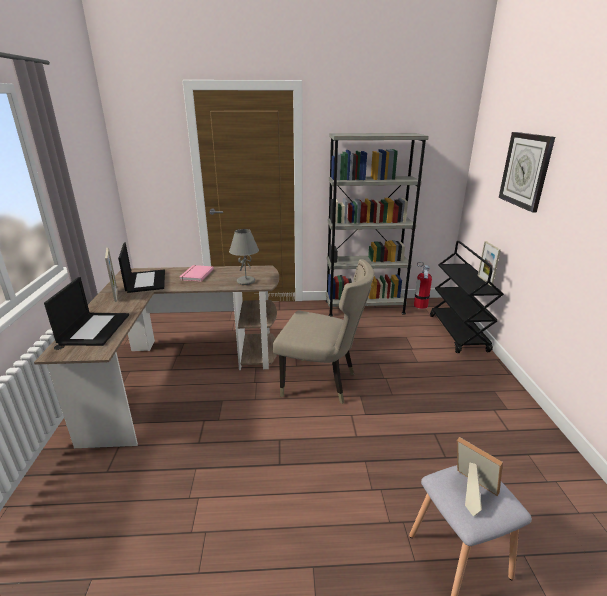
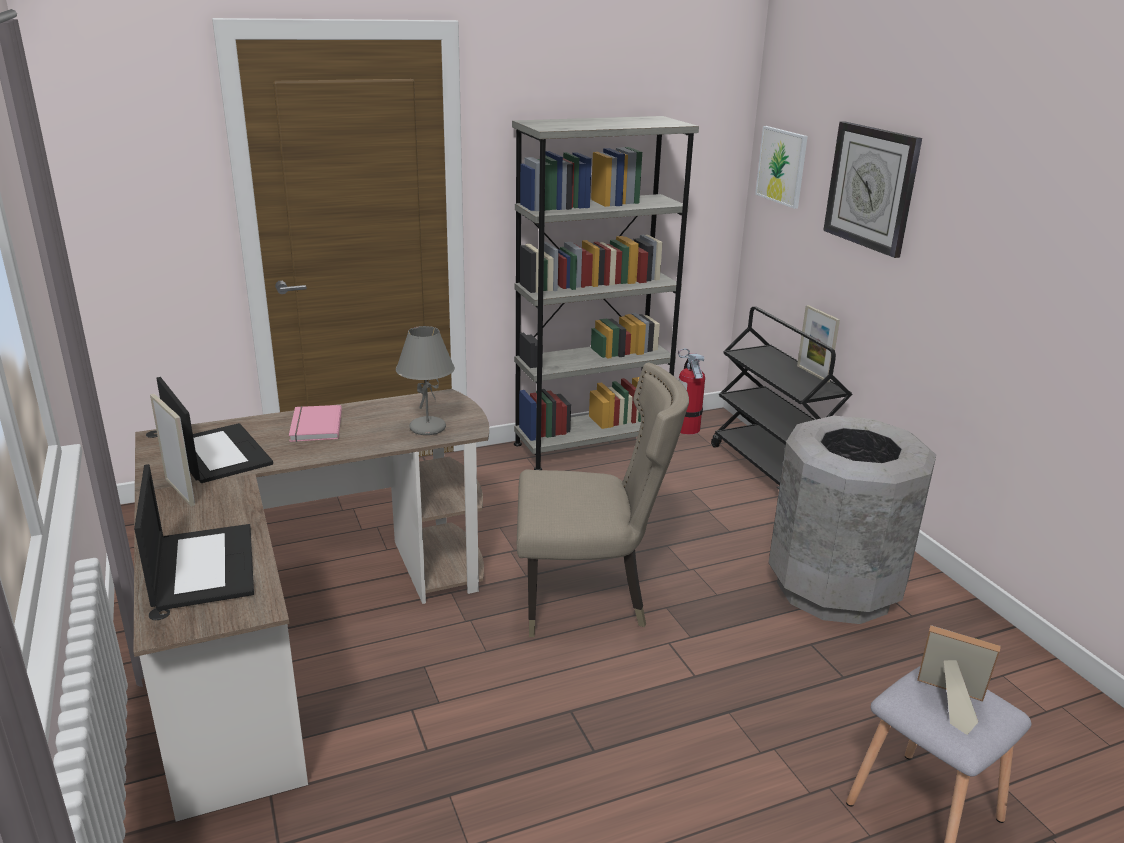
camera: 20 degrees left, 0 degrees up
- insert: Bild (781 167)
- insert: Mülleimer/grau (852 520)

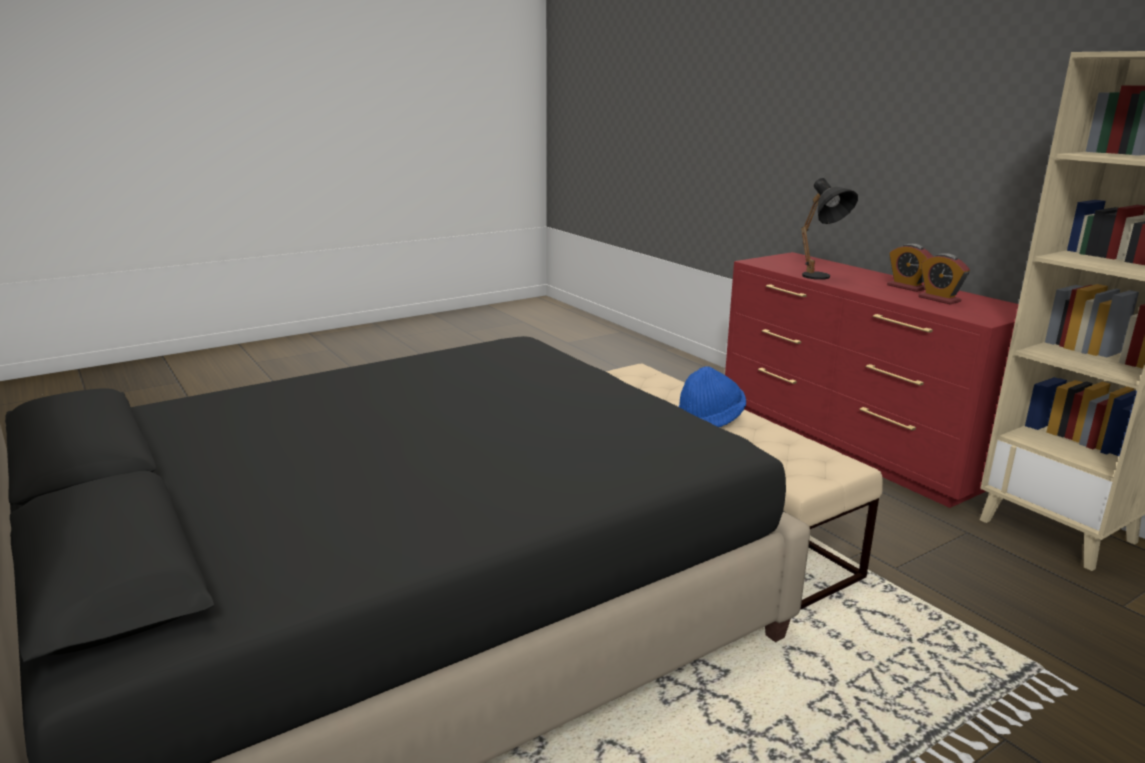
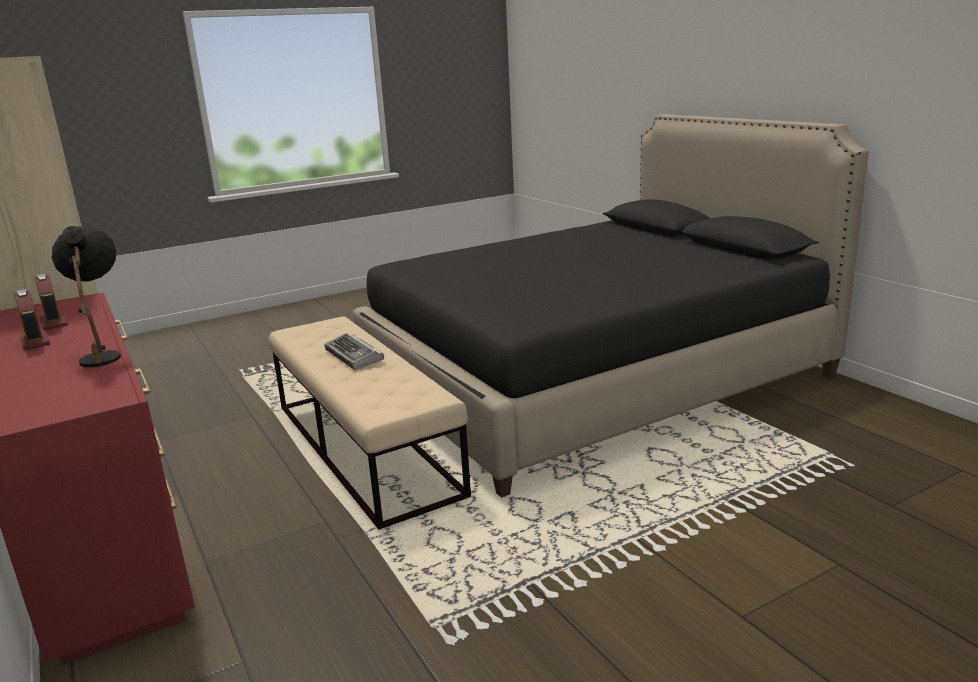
camera: 175 degrees left, 0 degrees up
- replace: Hut/blau (712 396) to Tastatur (354 351)

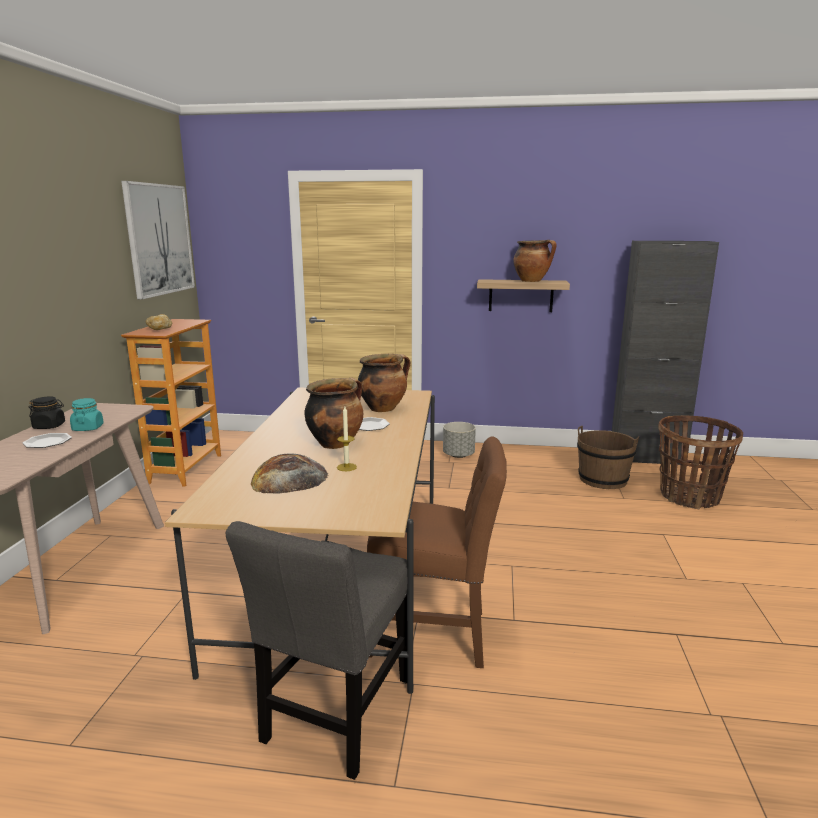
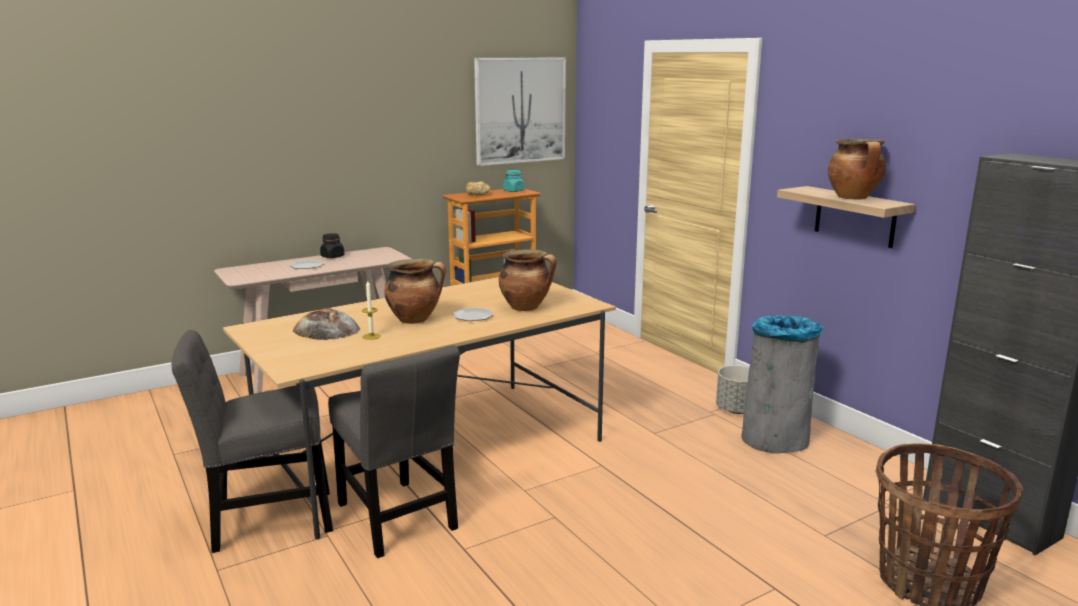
camera: 50 degrees right, 0 degrees up
- move: Vorratsglas/türkis (87 414) to (513 181)
- recolor: Stuhl/braun (437 552) to Stuhl/grau (394 451)
- delete: Eimer/braun (608 457)
- insert: Mülleimer/grau (782 384)

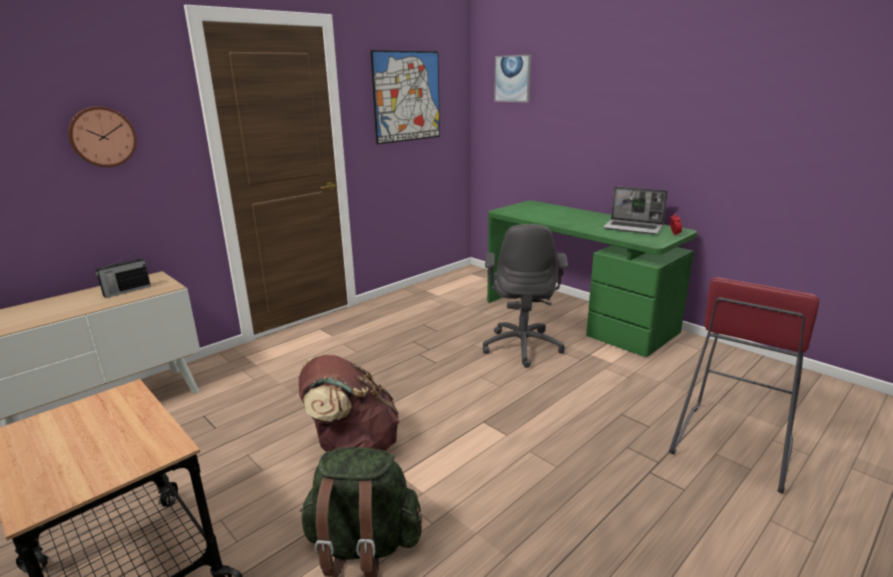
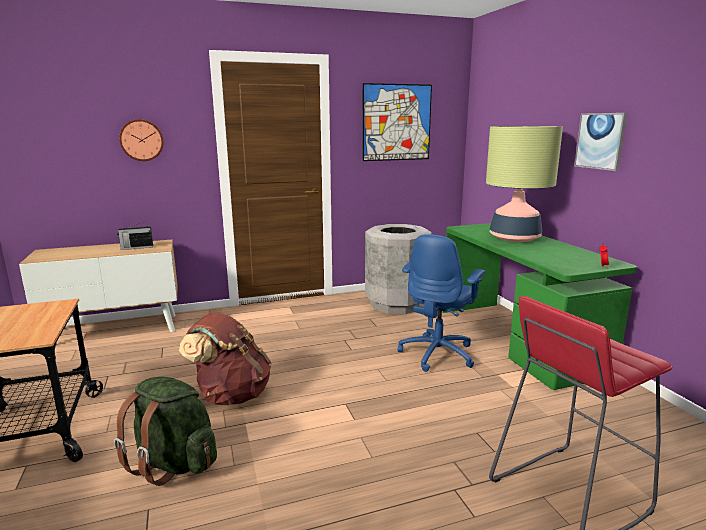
camera: 25 degrees right, 5 degrees down
- recolor: Bürostuhl/grau (525 296) to Bürostuhl/blau (441 303)
- move: Bild (512 79) to (600 142)
- delete: Laptop (635 210)
- insert: Mülleimer/grau (398 269)
- insert: Tischlampe (524 184)

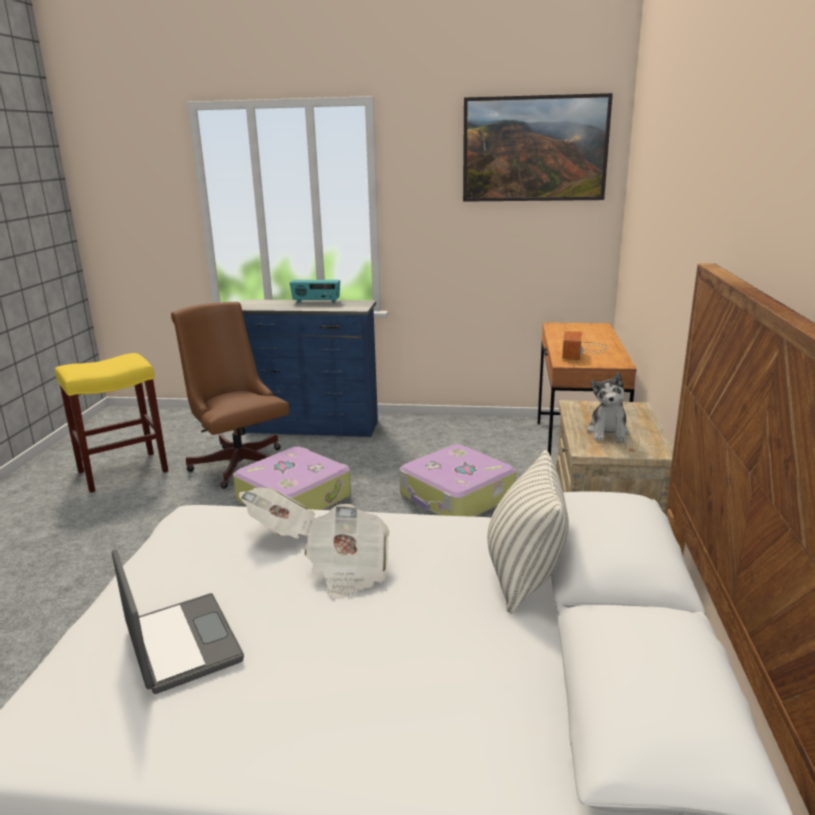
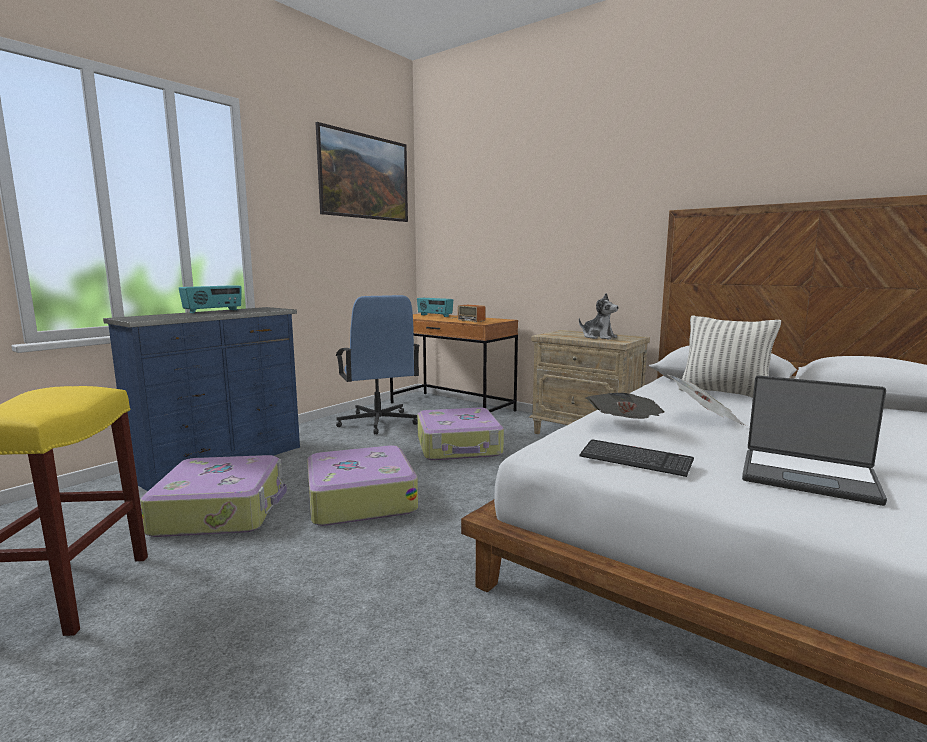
camera: 60 degrees left, 10 degrees down
- rotate: Laptop (178 622) = (814 440) 150 degrees counterclockwise
- replace: Bürostuhl/braun (230 395) to Koffer (213 496)
- insert: Bürostuhl/blau (378 364)
- insert: Radio (435 307)
- insert: Tastatur (636 458)

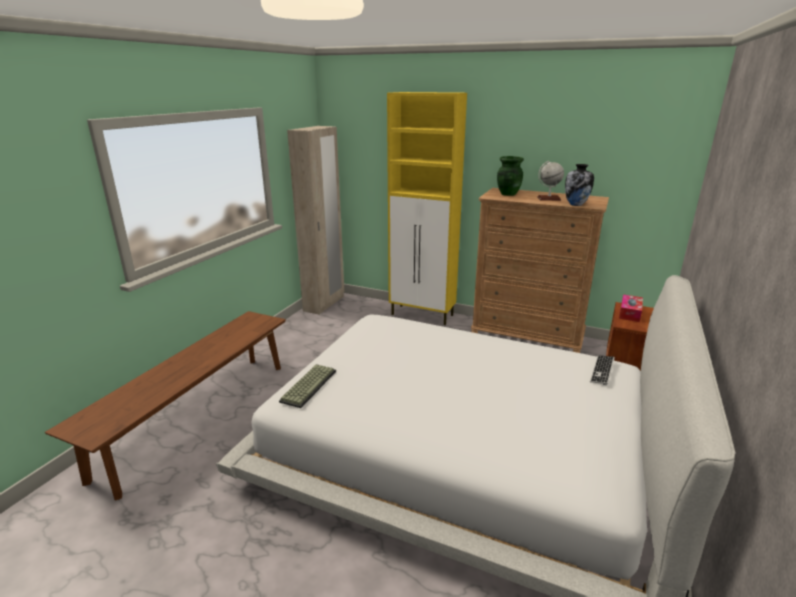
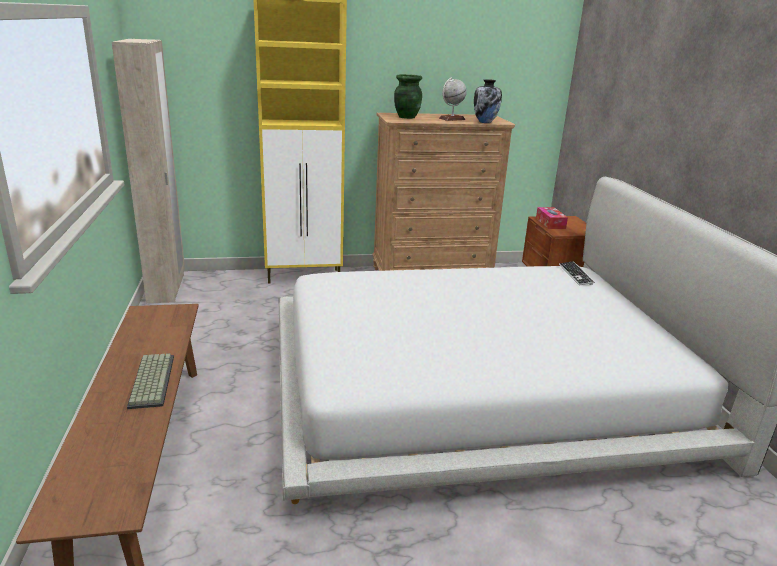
camera: 35 degrees left, 0 degrees up
- move: Tastatur (307 386) to (150 381)

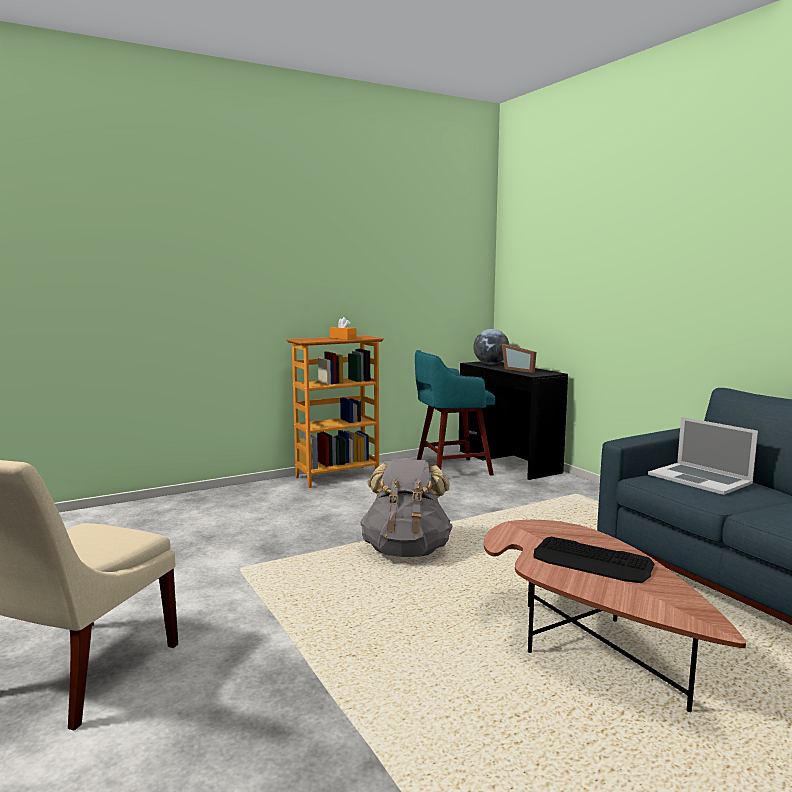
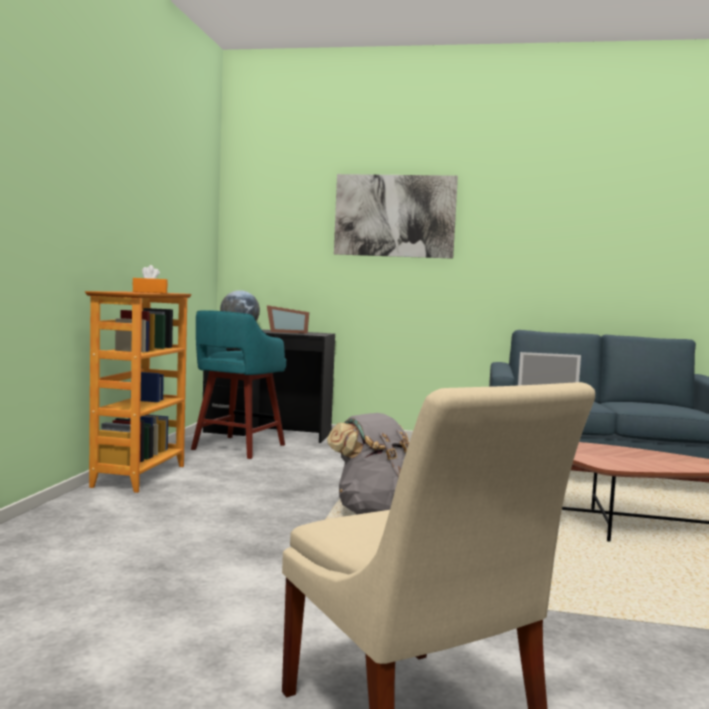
camera: 50 degrees left, 5 degrees down
- delete: Tastatur (594 560)
- insert: Bild (396 216)

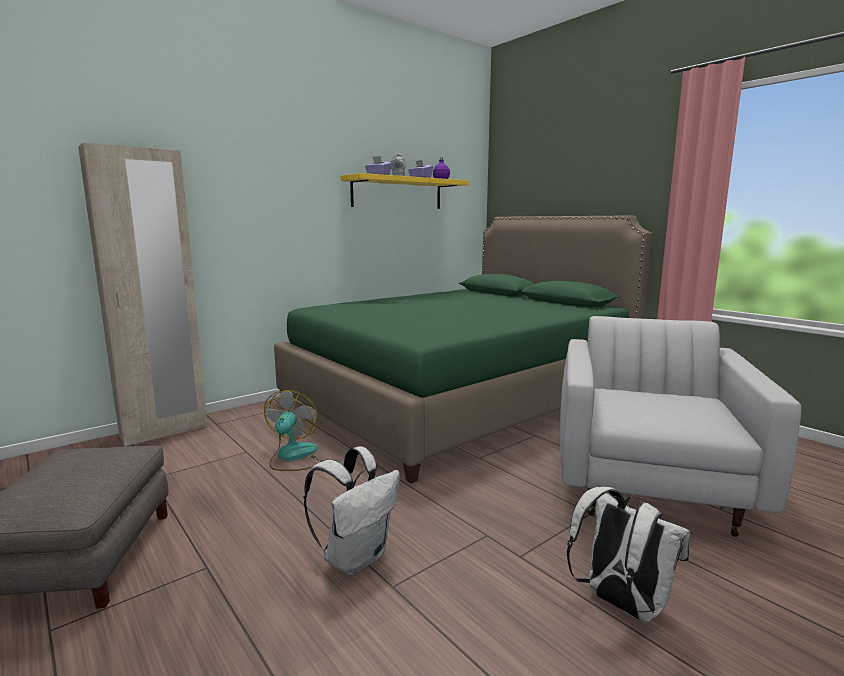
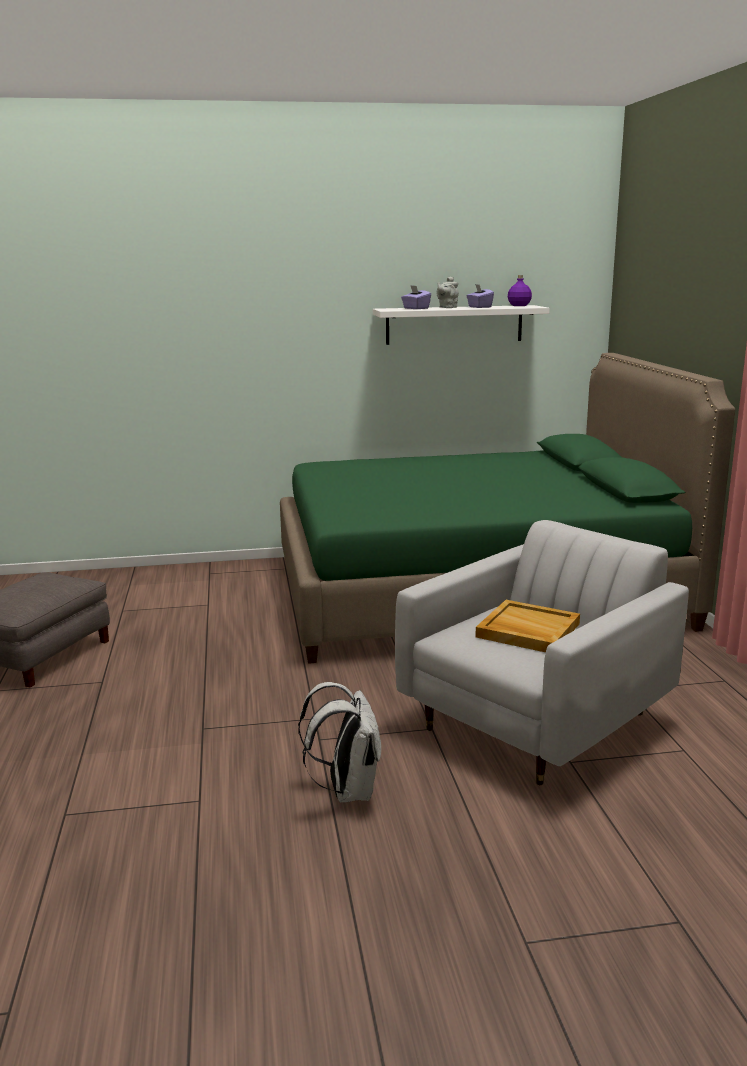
camera: 30 degrees right, 5 degrees up
- delete: Kleiderschrank/beige (143 294)
- delete: Ventilator (293 430)
- delete: Rucksack/weiß (352 510)
- recolor: Wandregal/gelb (405 191) to Wandregal/weiß (461 325)
- insert: Tablett/beige (527 626)

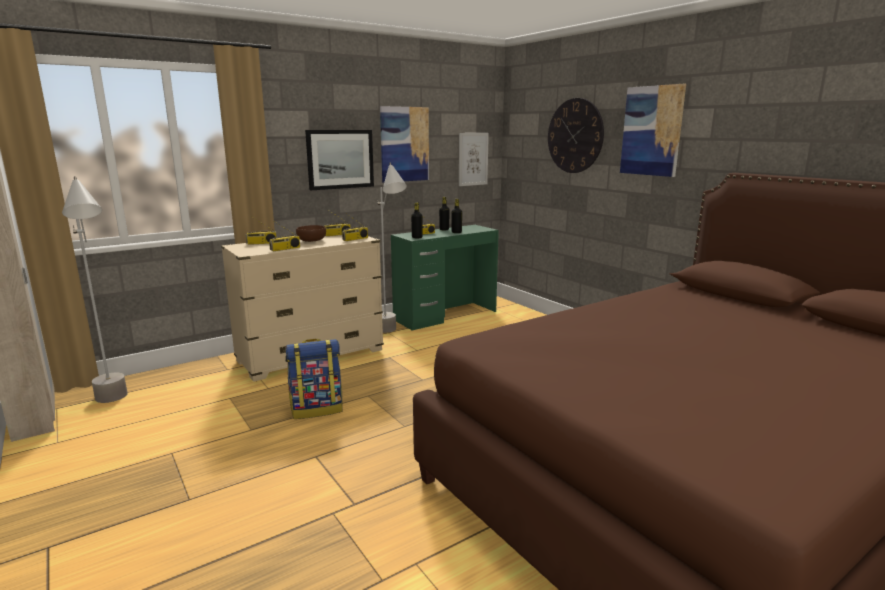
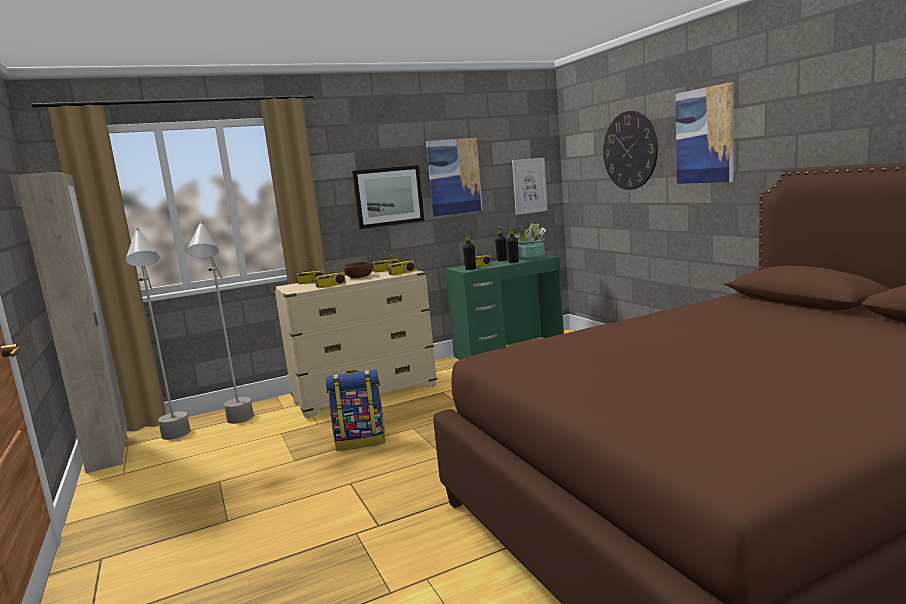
camera: 10 degrees right, 5 degrees down
- move: Stehlampe/grau (392 248) to (220 322)
- insert: Topfpflanze (527 241)

